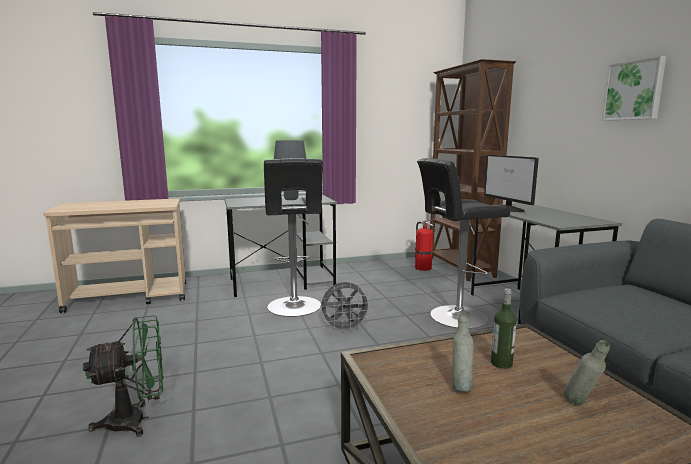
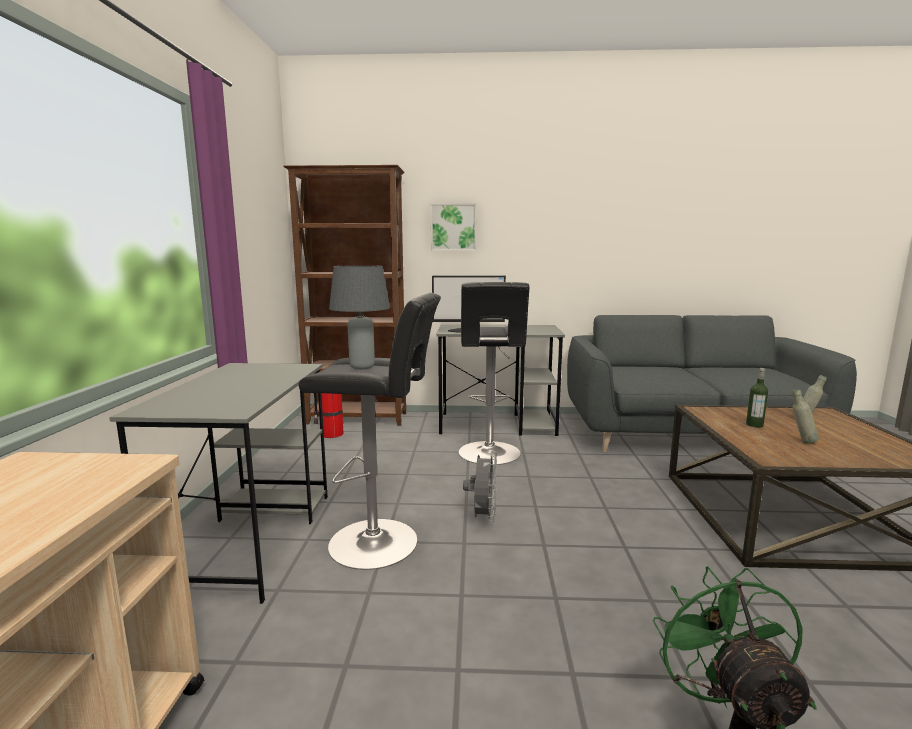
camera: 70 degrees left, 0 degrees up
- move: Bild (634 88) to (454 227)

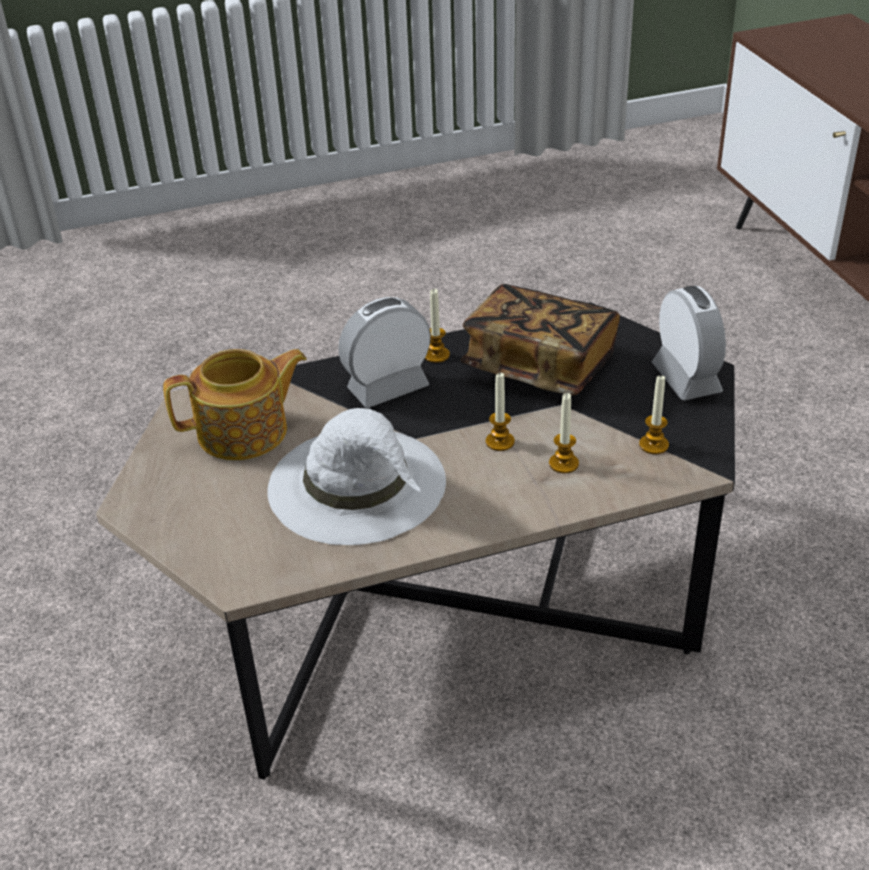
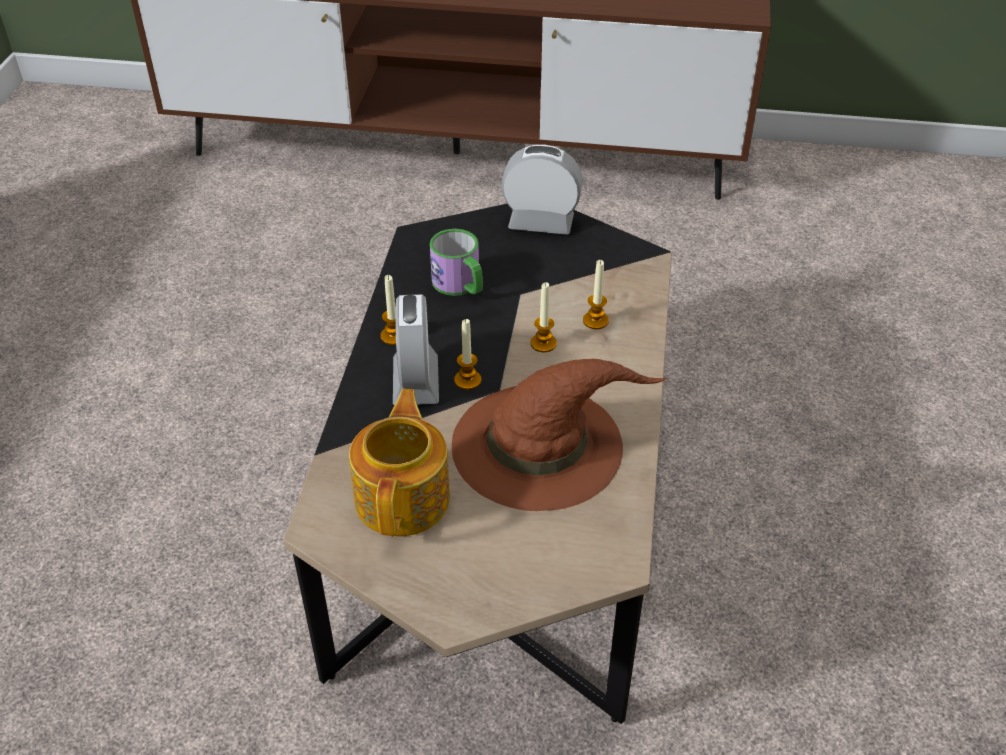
camera: 65 degrees left, 5 degrees up
- recolor: Hut/weiß (356 476) to Hut/braun (560 435)
- replace: Buch (540 339) to Henkelbecher (456 262)
- move: Kerze (654 415) to (467 354)

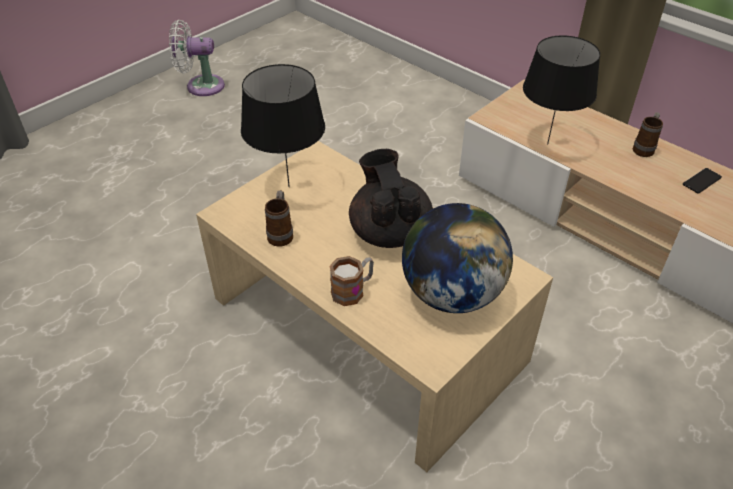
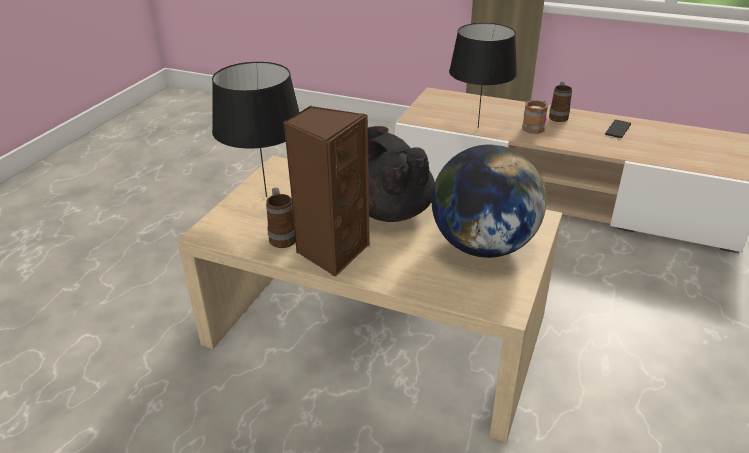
camera: 20 degrees left, 10 degrees down
- delete: Ventilator/weiß (197 58)
- move: Henkelbecher (351 281) to (535 117)
- insert: Lautsprecher/braun (326 191)

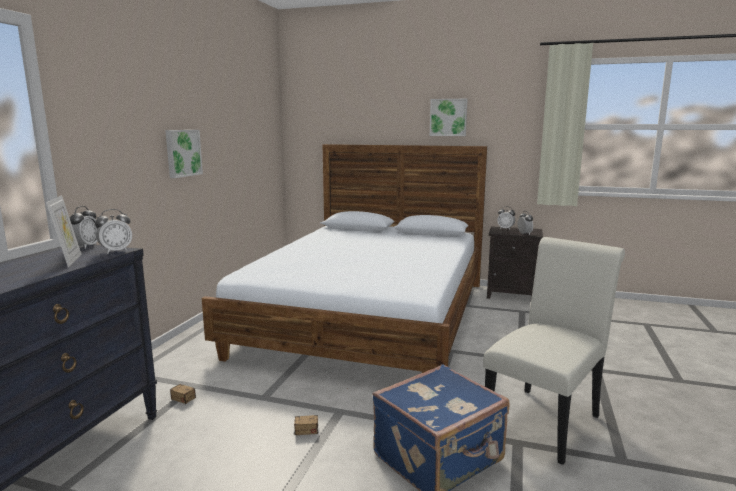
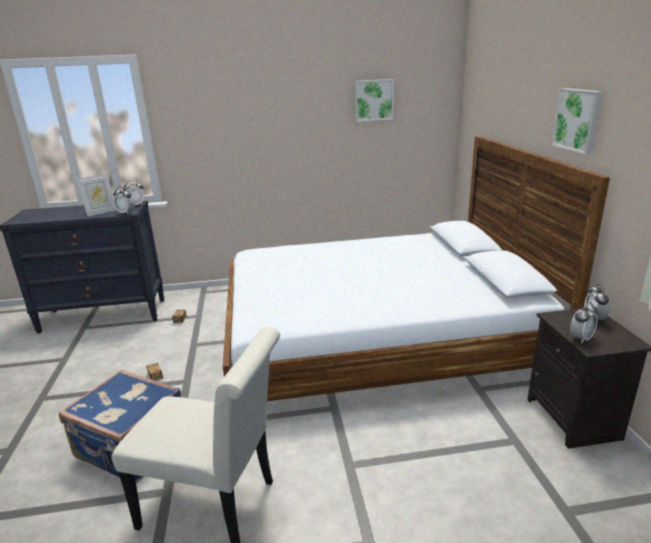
camera: 65 degrees right, 10 degrees up
- move: Bild (184 154) to (374 100)

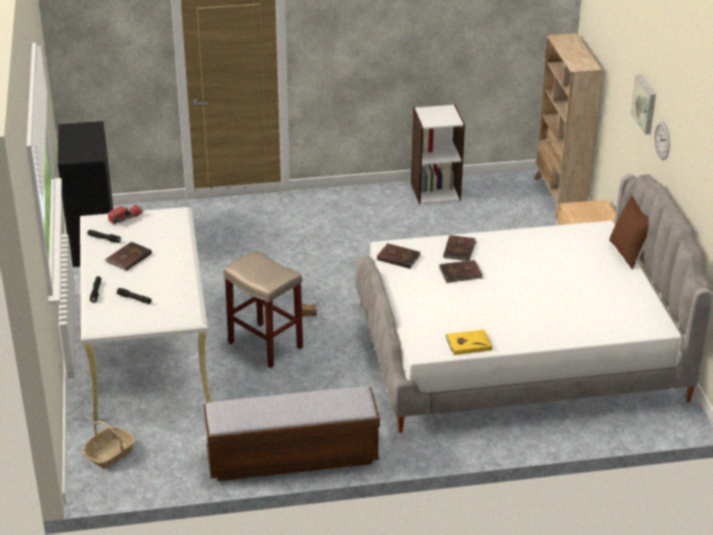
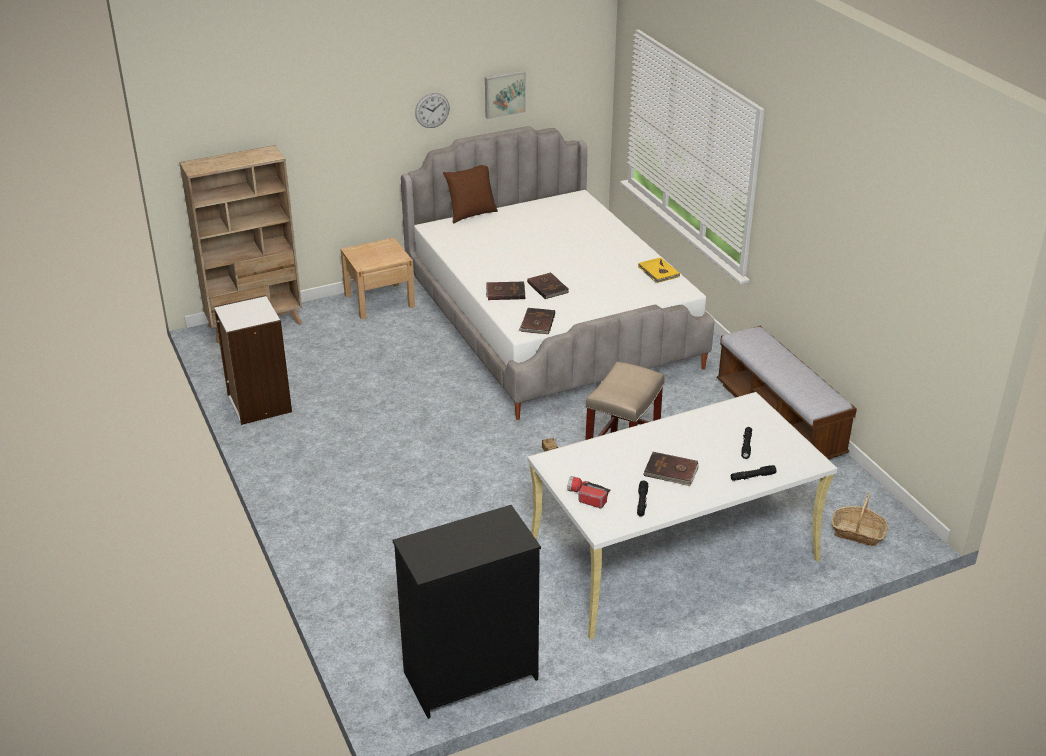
camera: 105 degrees left, 0 degrees up
- move: Bild (643 105) to (505 95)

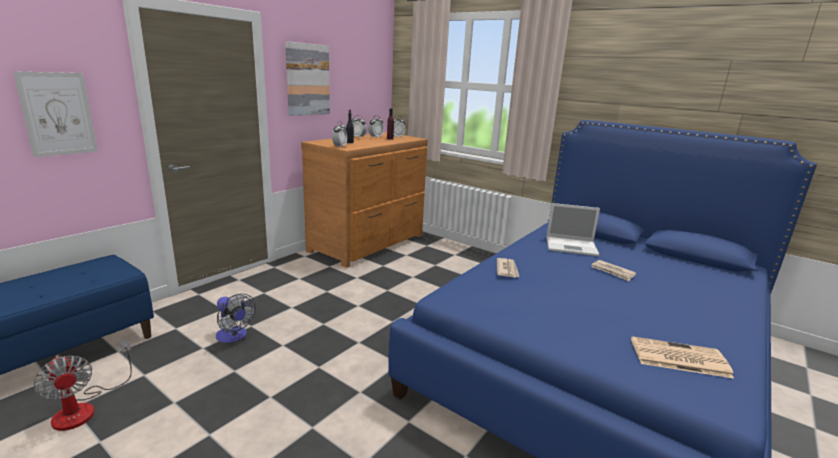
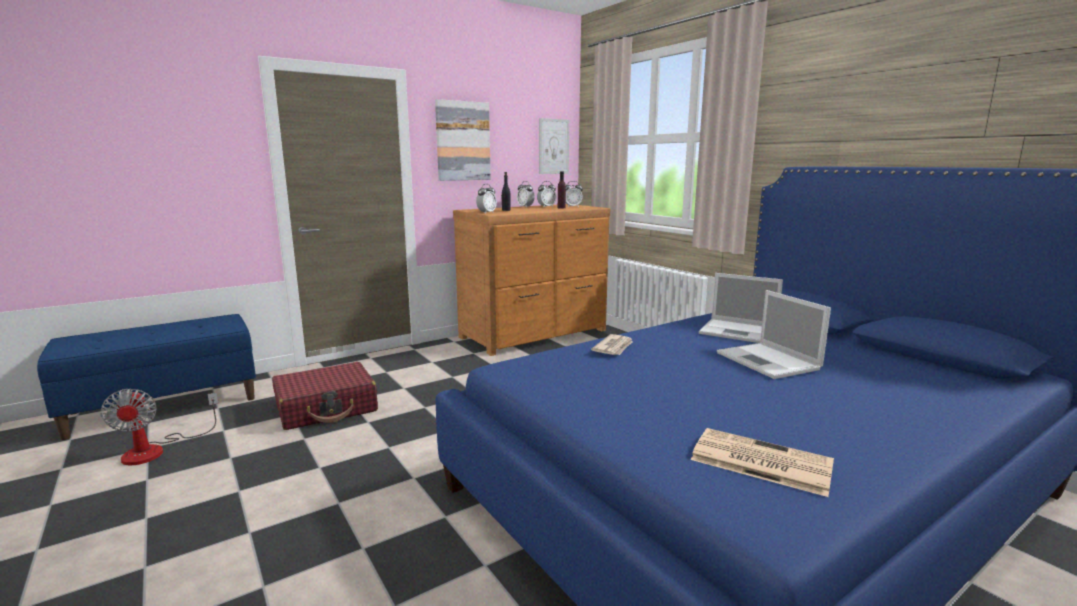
camera: 20 degrees right, 5 degrees down
- move: Bild (55 114) to (554 146)
- replace: Ventilator (236 318) to Koffer/rot (325 396)
- replace: Zeitung (614 270) to Laptop (774 334)

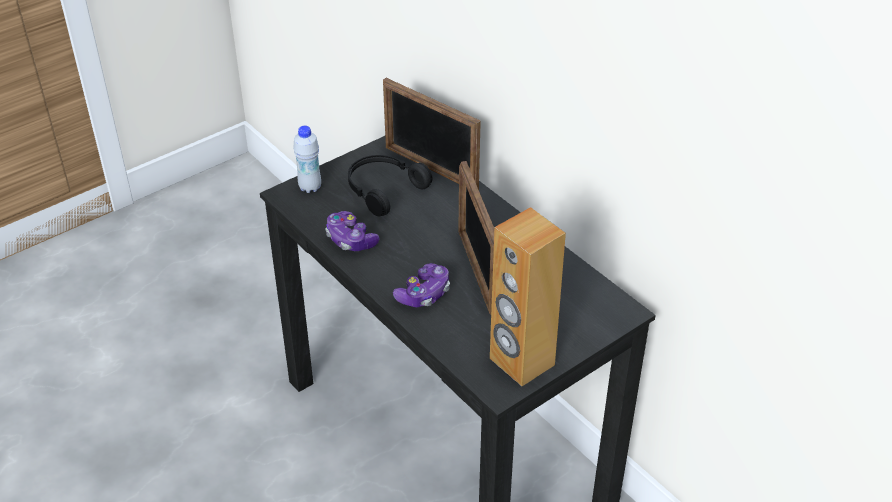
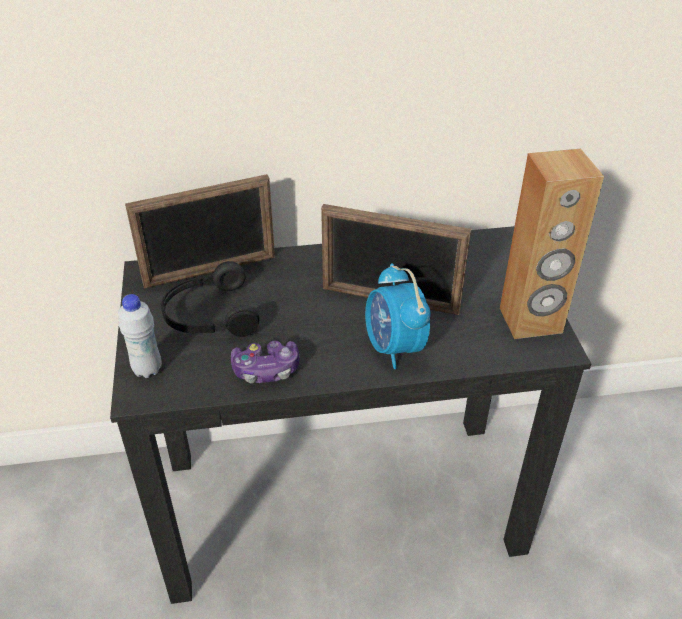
camera: 60 degrees left, 0 degrees up
- replace: Gamepad (421 285) to Wecker (398 316)

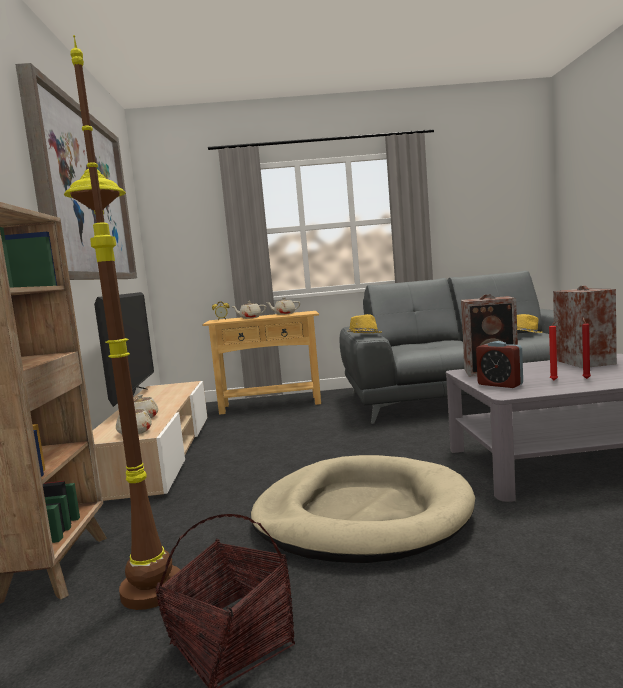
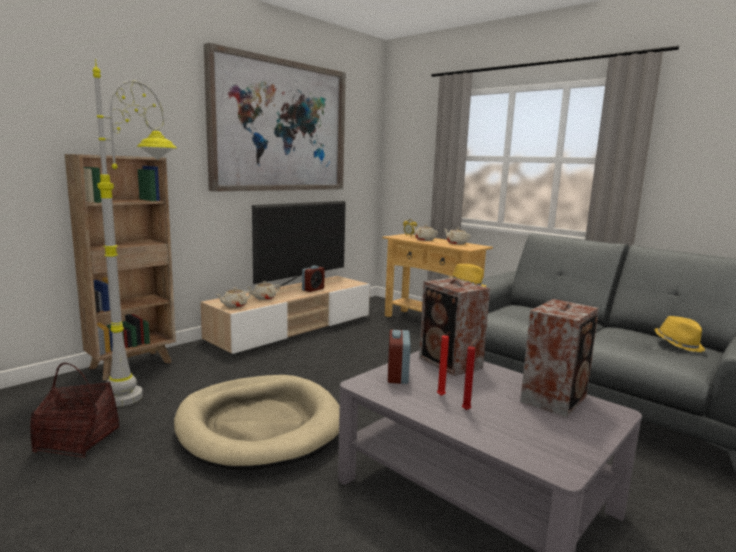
camera: 45 degrees right, 5 degrees up
- recolor: Stehlampe/braun (123 322) to Stehlampe/grau (135 233)
- insert: Wecker (313 278)

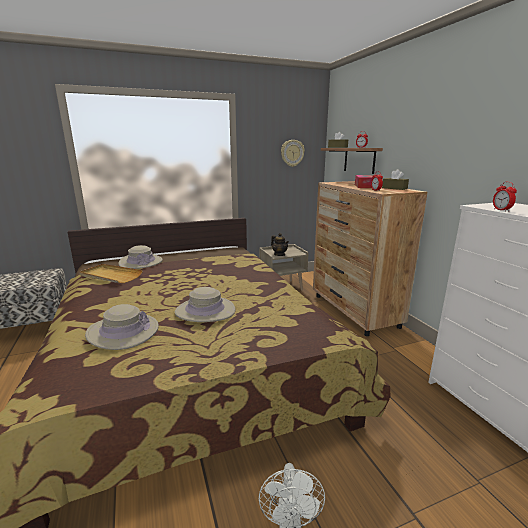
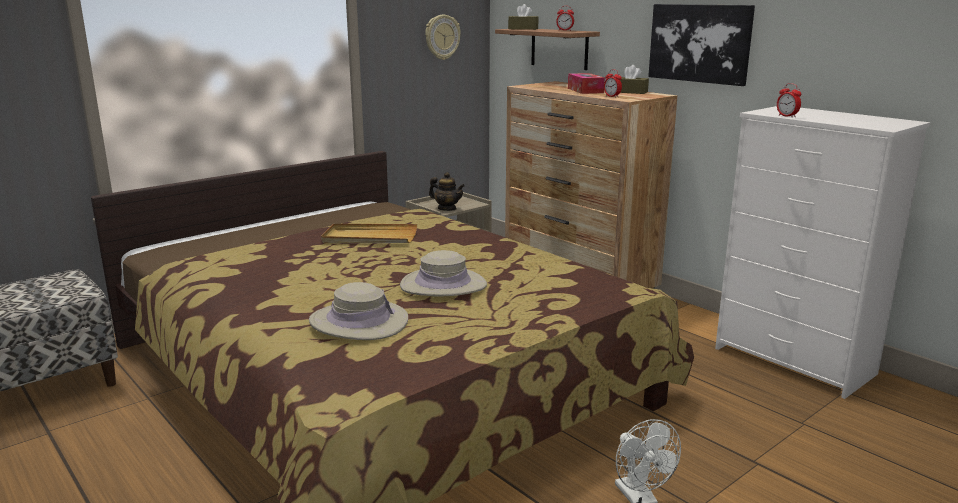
camera: 20 degrees left, 0 degrees up
- move: Tablett/beige (111 273) to (369 233)
- delete: Hut/beige (140 257)
- insert: Bild (701 45)

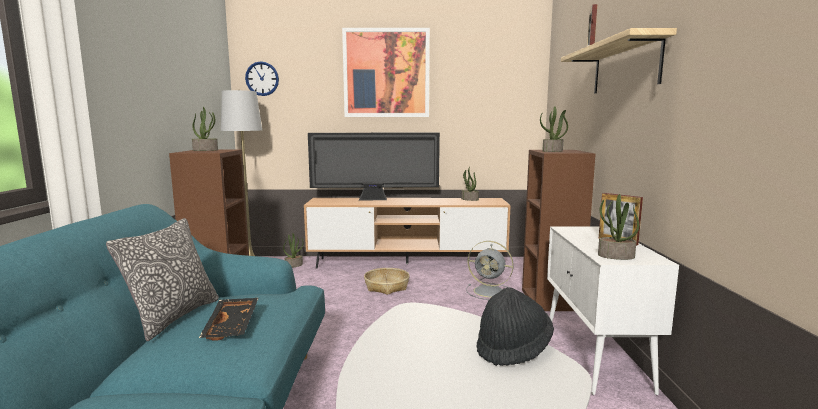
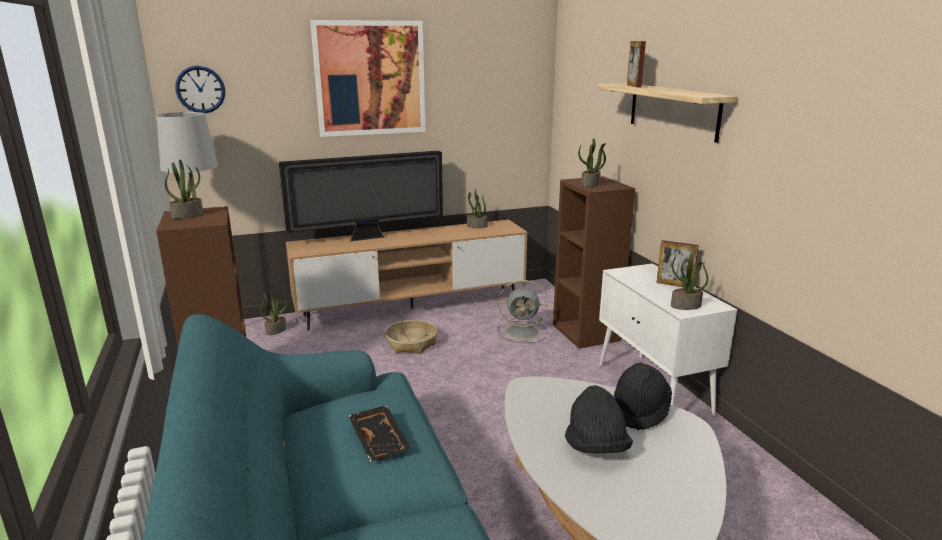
camera: 20 degrees left, 10 degrees up
- delete: Kissen (162 279)
- insert: Hut/schwarz (599 419)

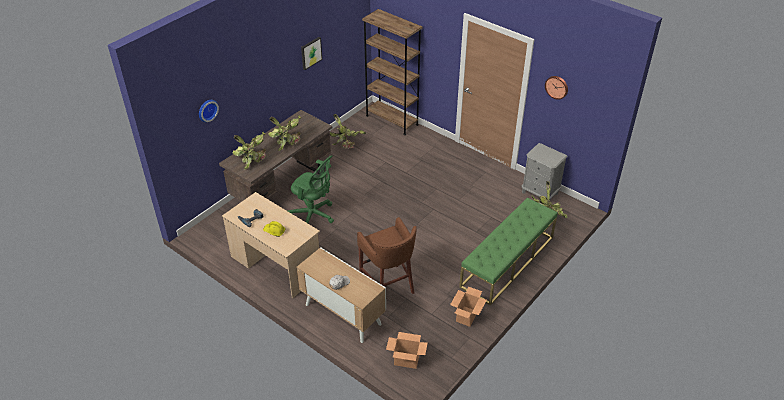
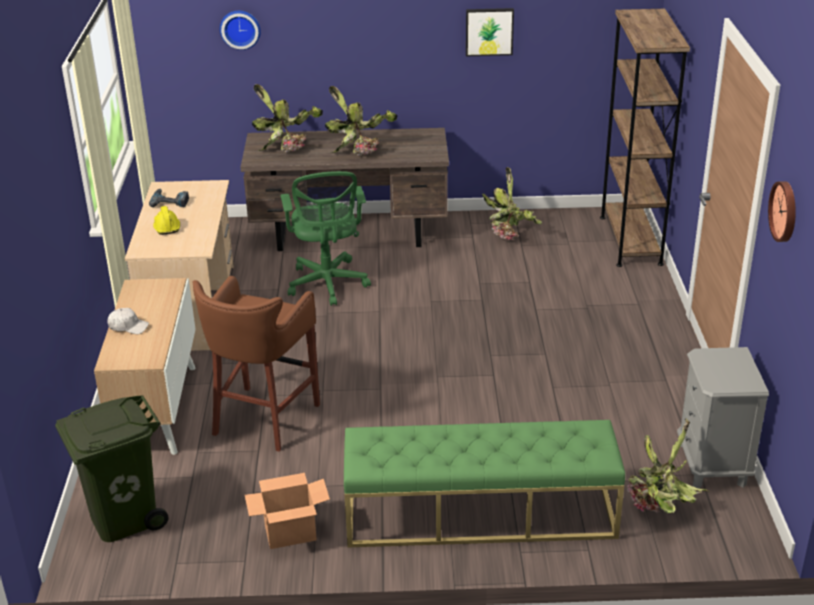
camera: 50 degrees right, 10 degrees down
- replace: Karton (407 350) to Mülleimer/grün (112 468)

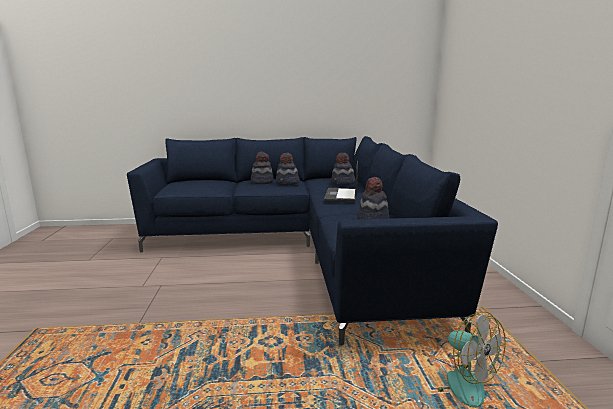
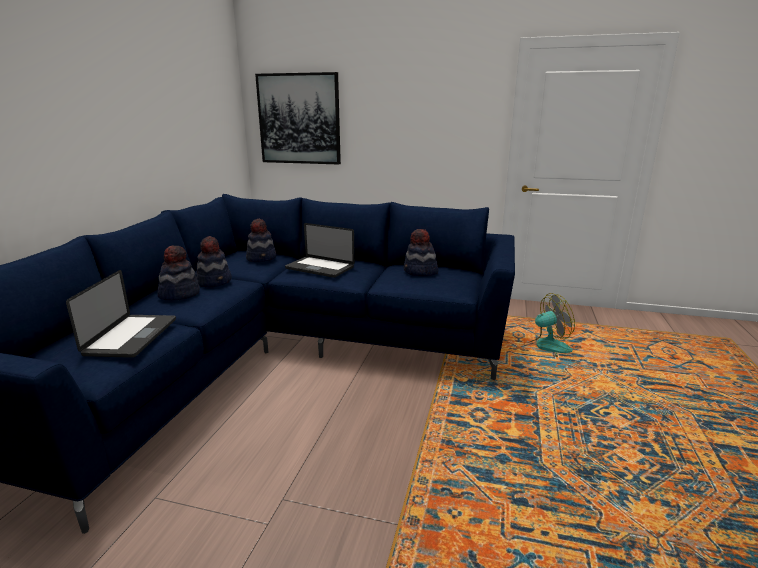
camera: 70 degrees left, 5 degrees up
- insert: Laptop (121 314)
- insert: Bild (298 118)

